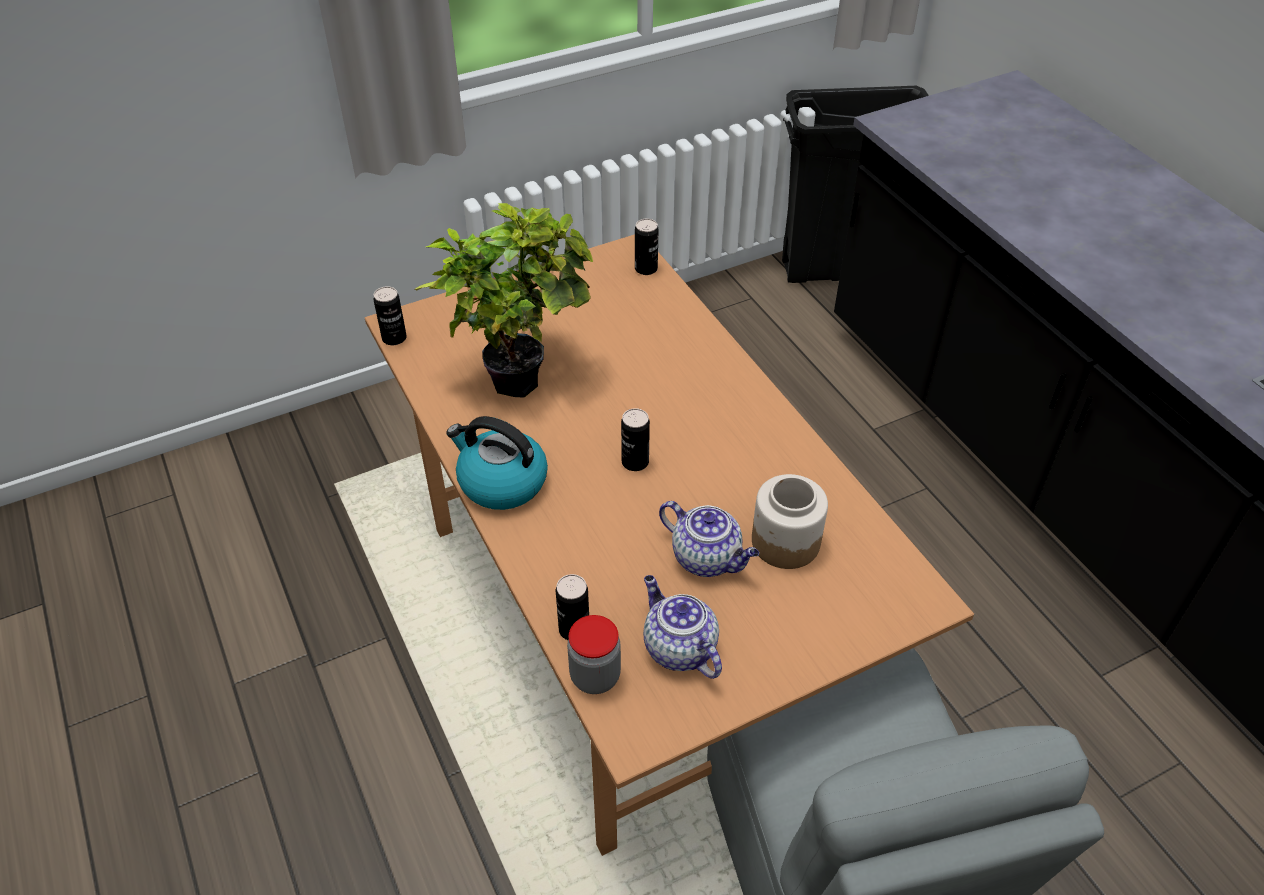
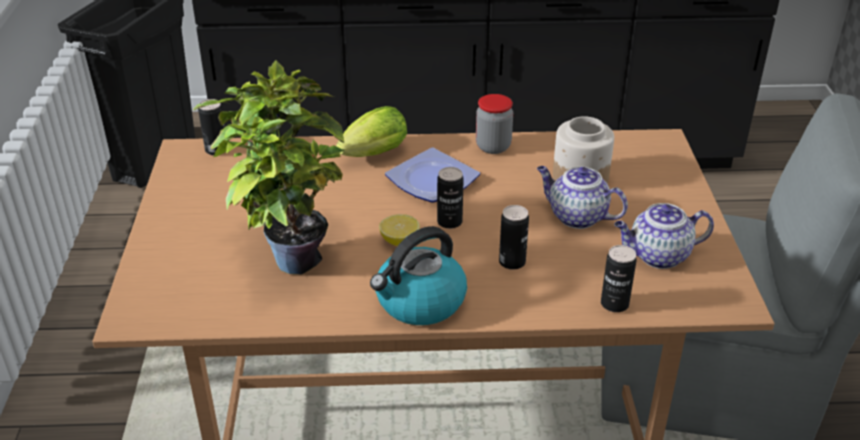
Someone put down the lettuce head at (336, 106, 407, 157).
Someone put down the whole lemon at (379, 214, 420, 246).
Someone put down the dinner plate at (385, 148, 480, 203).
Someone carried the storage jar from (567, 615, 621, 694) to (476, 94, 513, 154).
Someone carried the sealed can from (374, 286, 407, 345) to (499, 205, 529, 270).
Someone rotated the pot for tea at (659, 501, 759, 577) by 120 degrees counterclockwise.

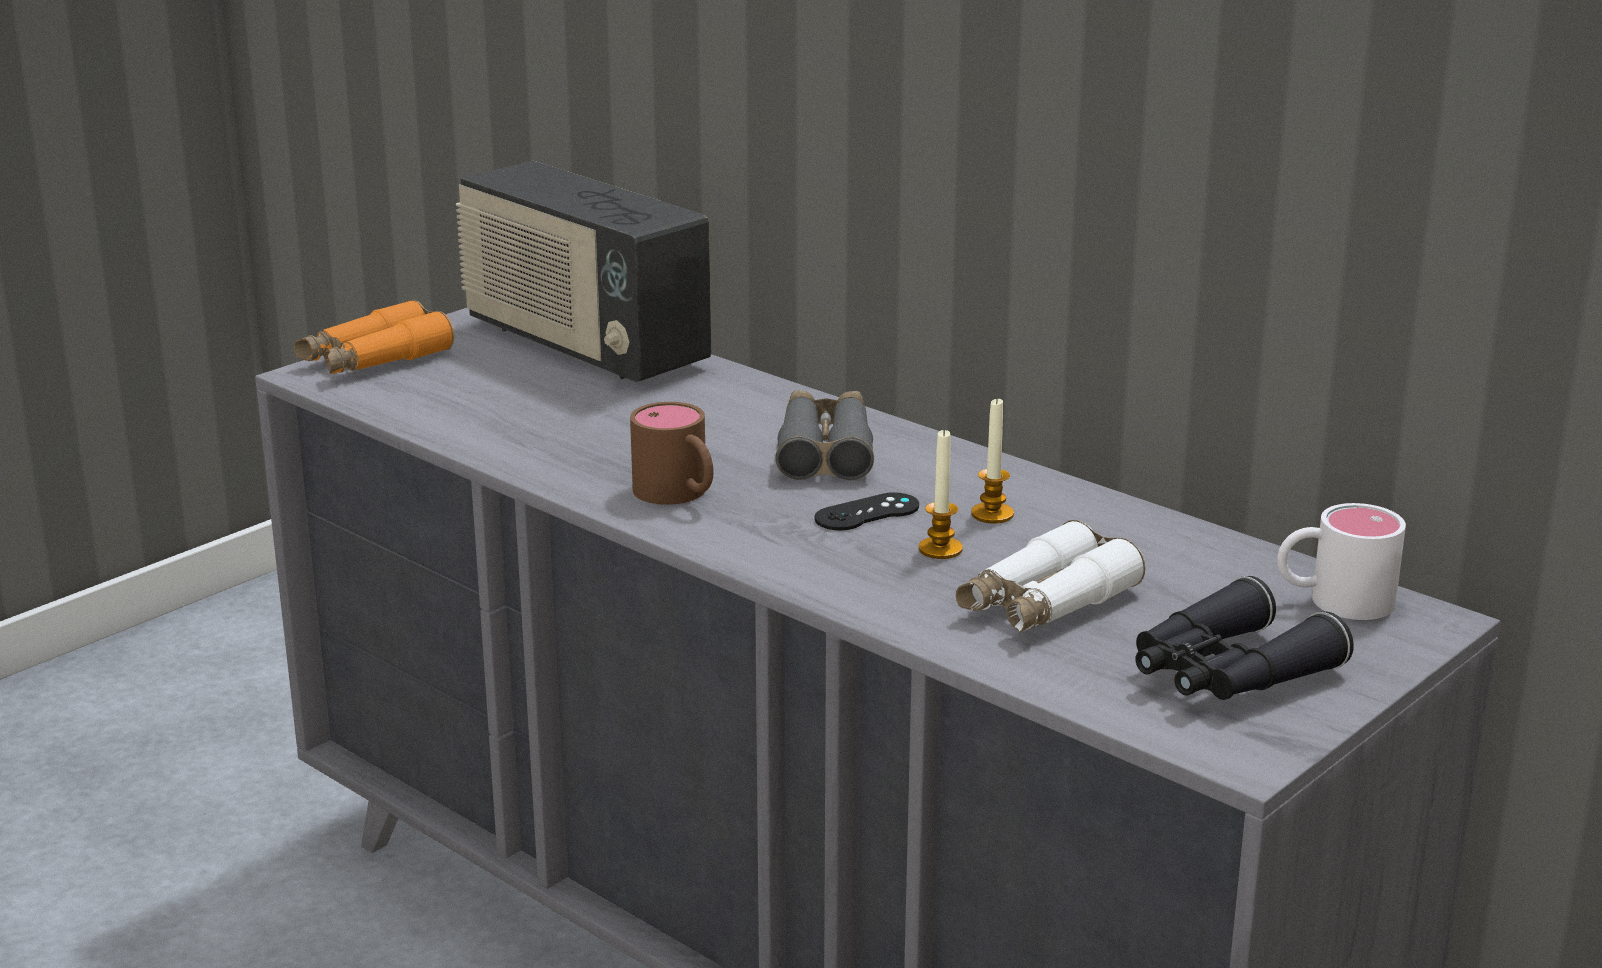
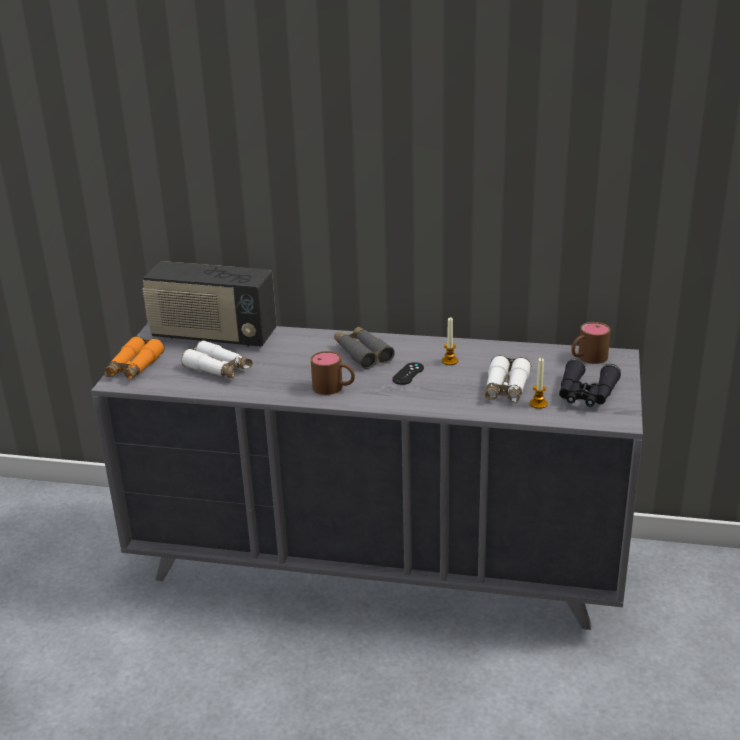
Someone put down the whitish binoculars at (181, 340, 252, 378).
Someone carried the wax candle from (919, 429, 963, 559) to (530, 358, 548, 409).
Someone repainted the whitish mug at (1277, 503, 1406, 620), which became the brown mug at (571, 322, 611, 364).

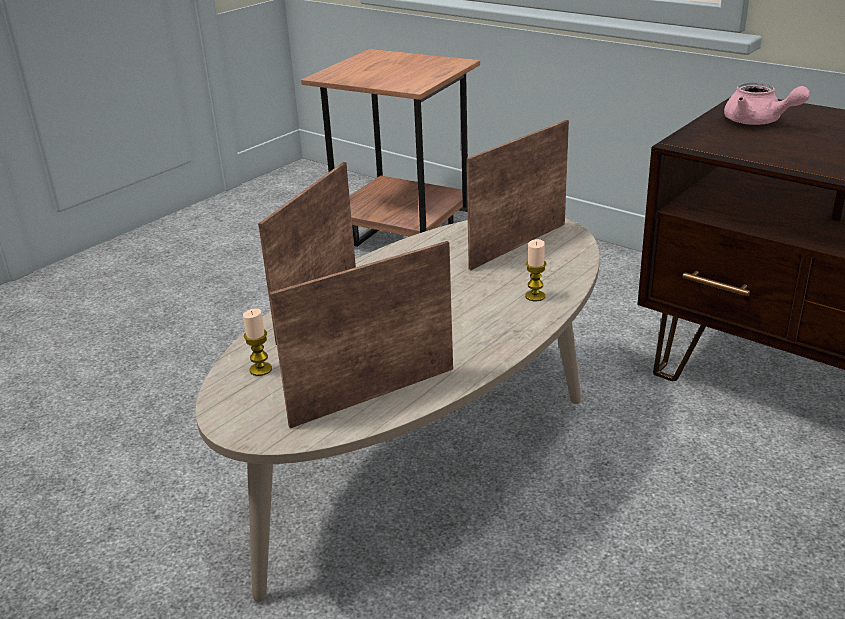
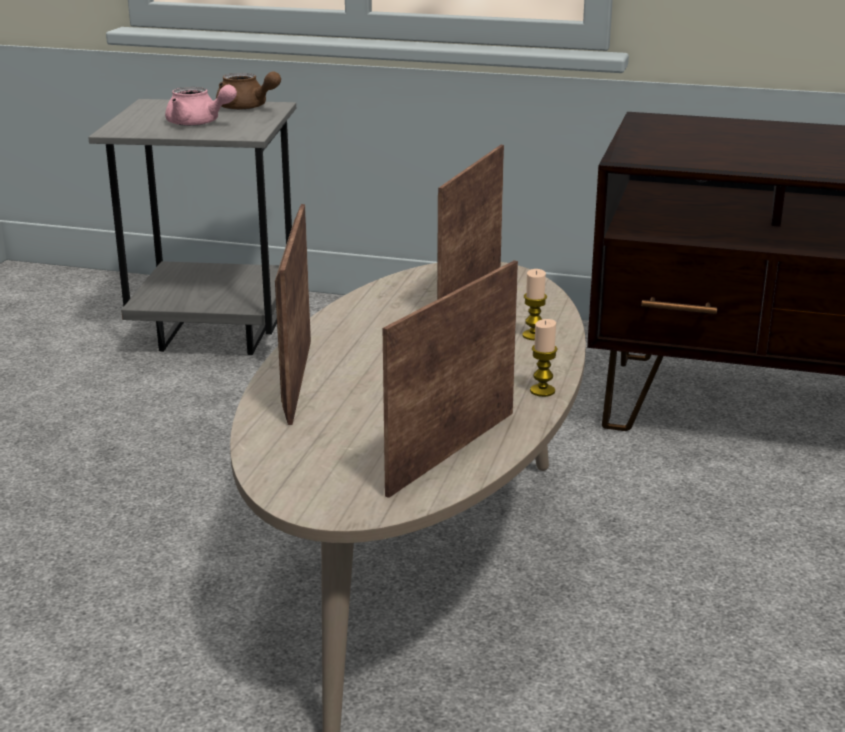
Someone repainted the brown end table at (301, 49, 480, 247), which became the greyish end table at (88, 99, 296, 355).
Someone carried the pink-coloured pot for tea from (724, 83, 810, 125) to (165, 85, 237, 126).
Someone put down the brown pot for tea at (216, 71, 281, 110).
Someone carried the wax candle from (243, 308, 272, 376) to (530, 319, 558, 397).

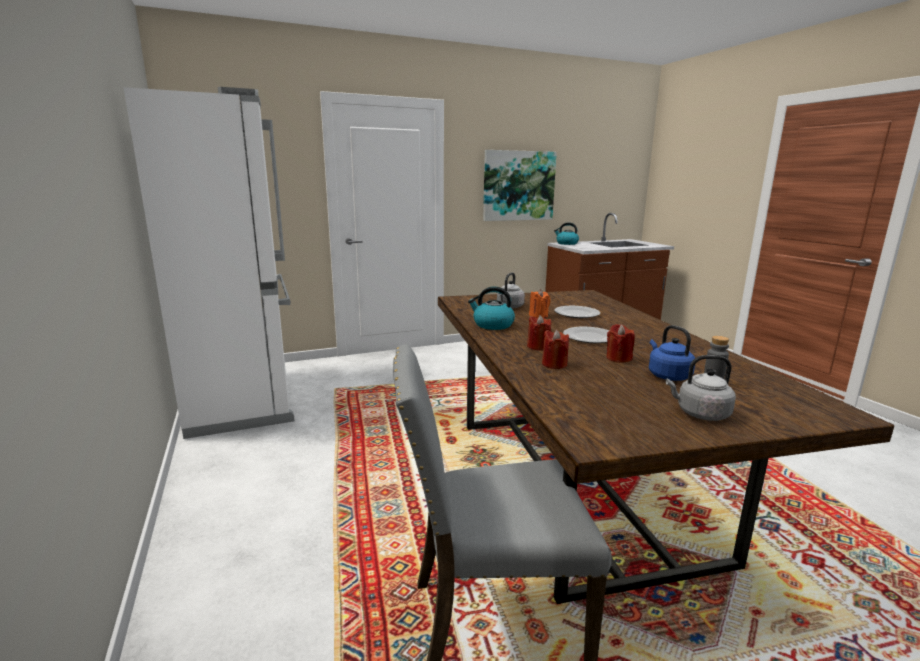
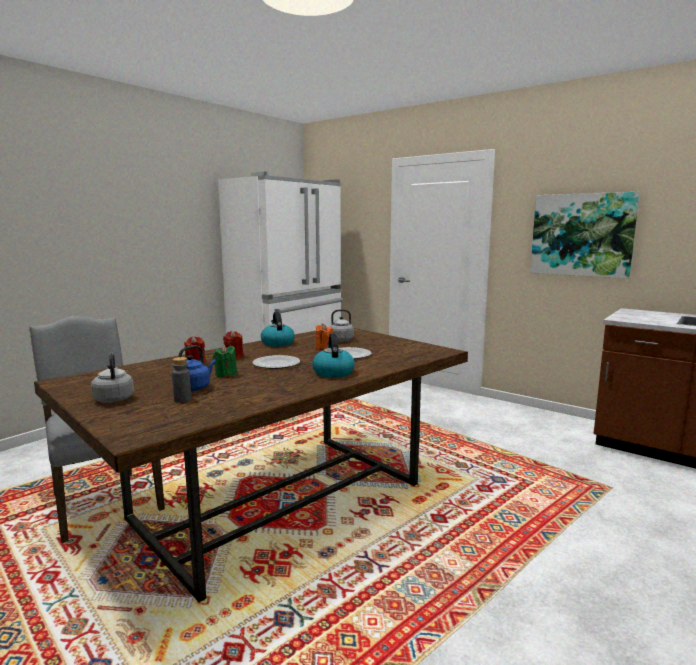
Someone repainted the red-coloured wax candle at (607, 324, 635, 363), which became the green wax candle at (213, 345, 237, 378).
Someone carried the kettle from (554, 222, 579, 245) to (312, 333, 355, 378).

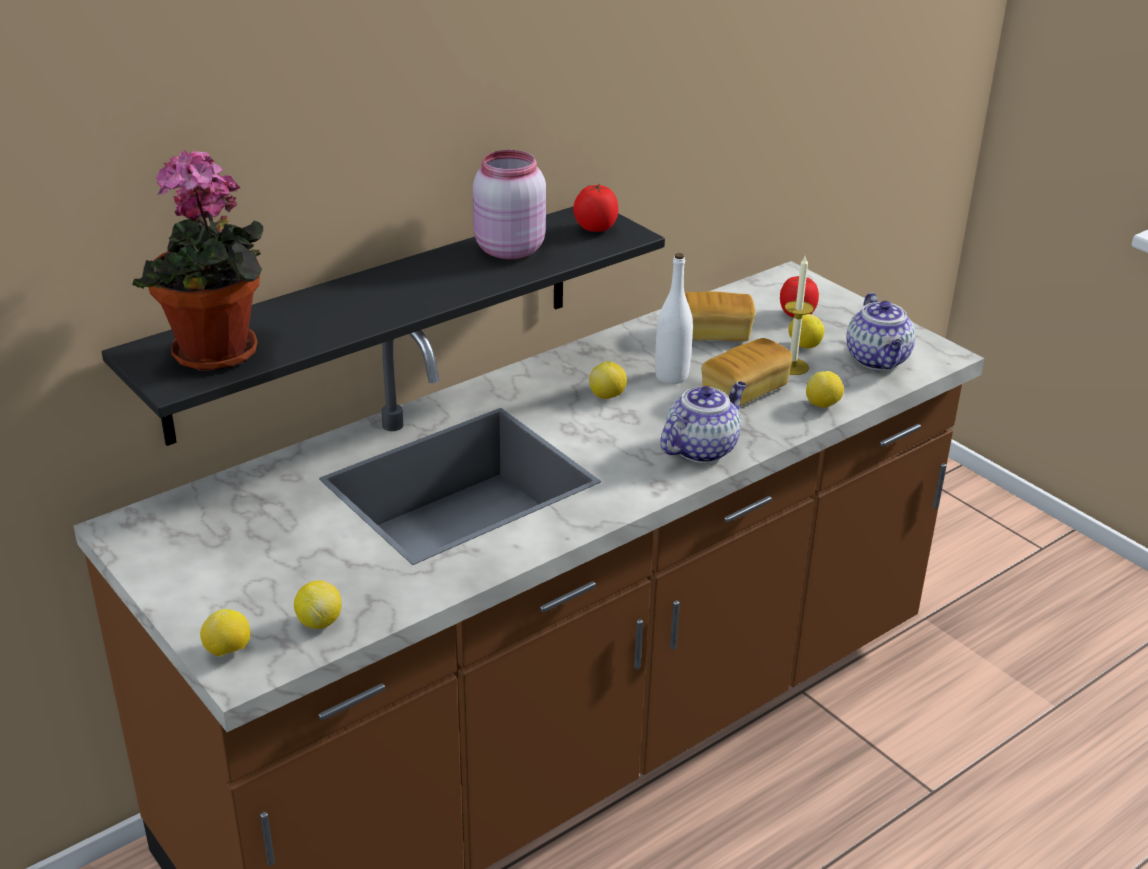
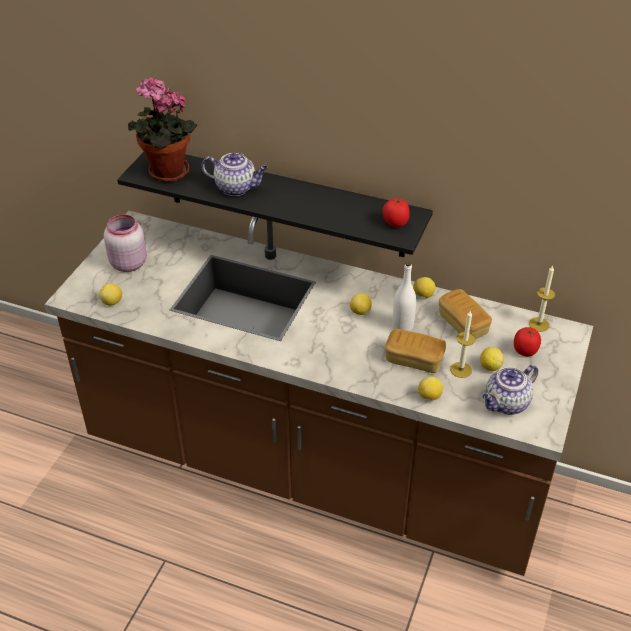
Someone carried the pink-coloured storage jar from (473, 150, 546, 259) to (104, 215, 147, 272).
Someone carried the pot for tea from (660, 381, 747, 463) to (201, 153, 268, 196).
Someone carried the whole lemon from (200, 609, 250, 657) to (413, 277, 435, 298).
Someone put down the wax candle at (529, 266, 555, 332).

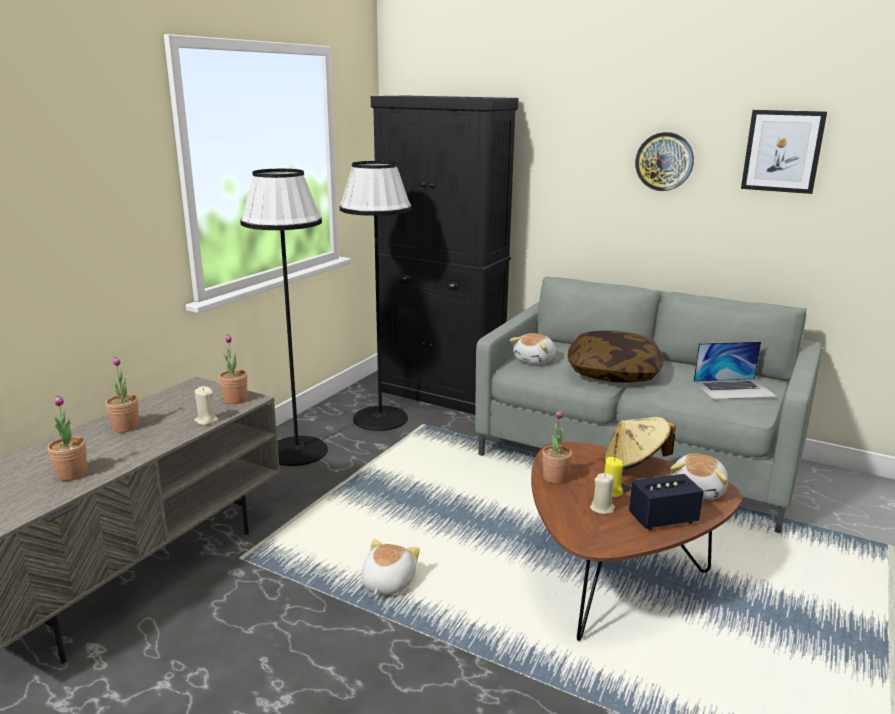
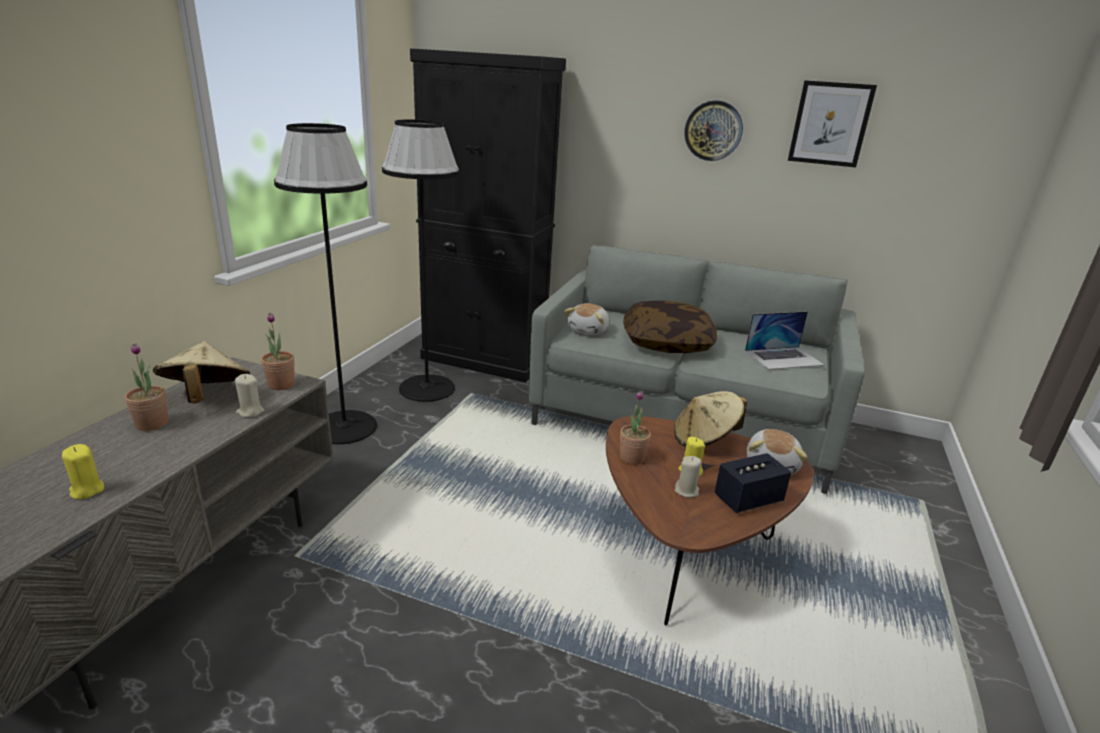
Someone swapped the potted plant at (47, 396, 87, 481) for the yellow-coloured wax candle at (62, 444, 104, 499).
Someone put down the beige wearable hat at (153, 341, 250, 403).
Someone took away the cuddly toy at (362, 539, 420, 595).

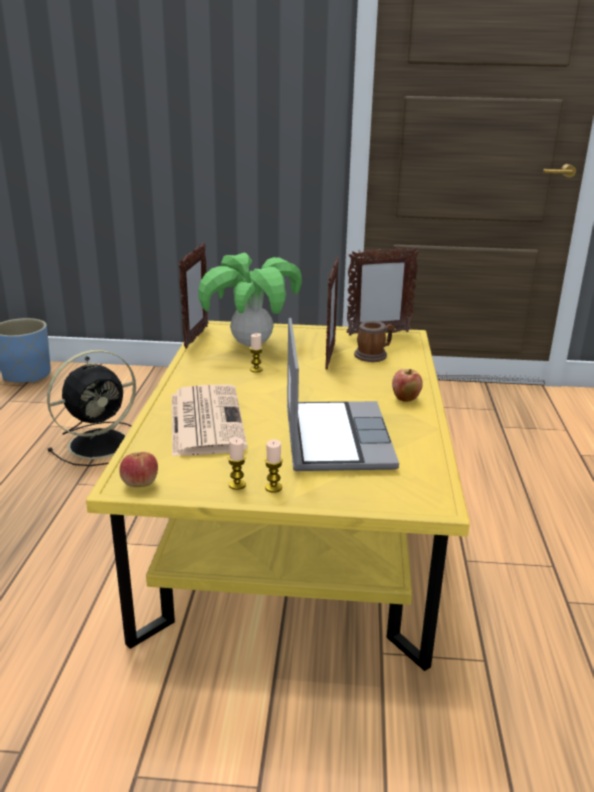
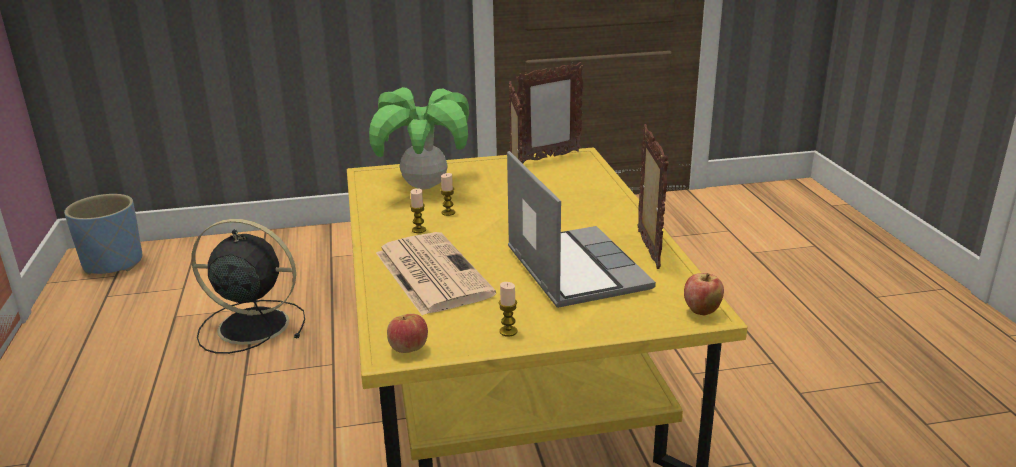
Someone rotated the blackish electric fan at (47, 350, 136, 466) by 120 degrees counterclockwise.
Someone carried the wax candle from (265, 439, 283, 493) to (410, 188, 426, 233).
Someone carried the picture frame from (179, 242, 208, 348) to (638, 124, 669, 269).
Someone carried the apple fruit from (392, 369, 423, 402) to (684, 273, 724, 315).
Someone took away the mug at (354, 320, 394, 362).

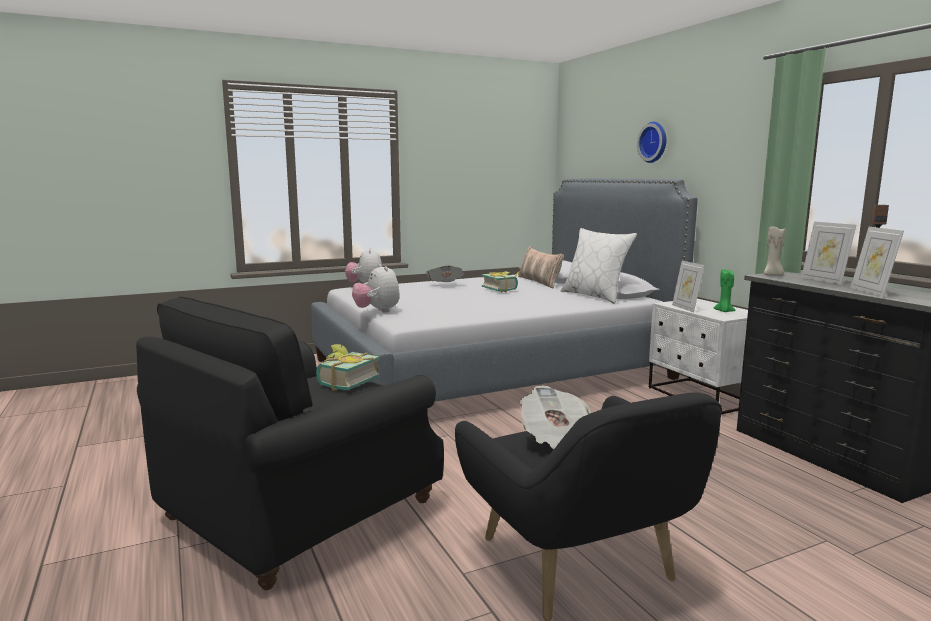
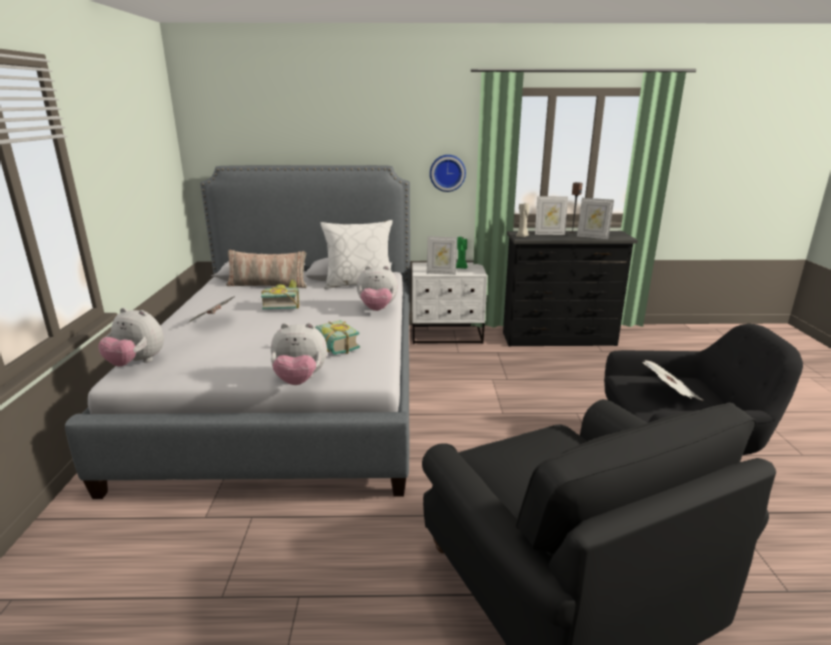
Someone carried the book from (316, 344, 380, 391) to (314, 320, 360, 355).
Someone put down the cuddly toy at (357, 266, 398, 311).
Someone carried the clock on the wall from (637, 122, 666, 163) to (430, 155, 466, 192).

